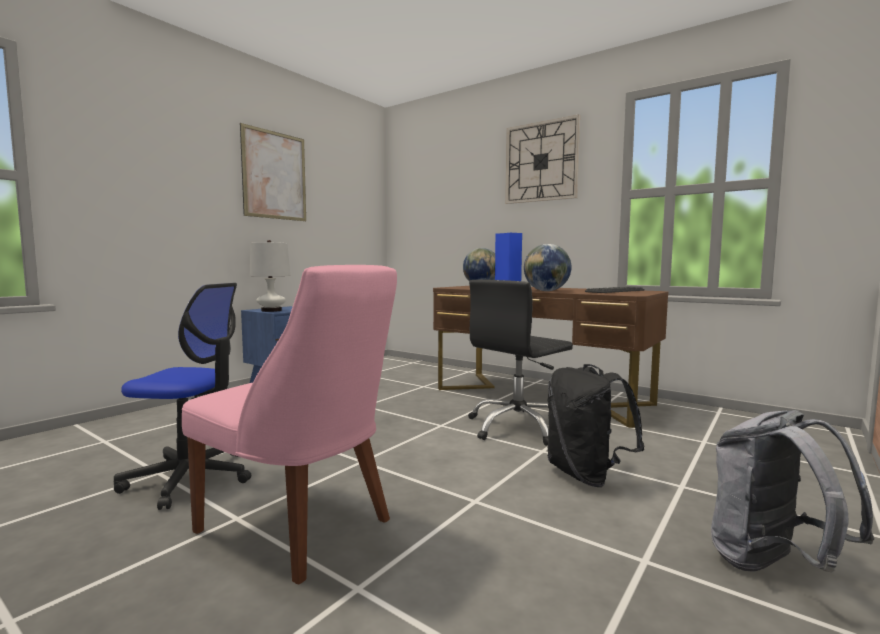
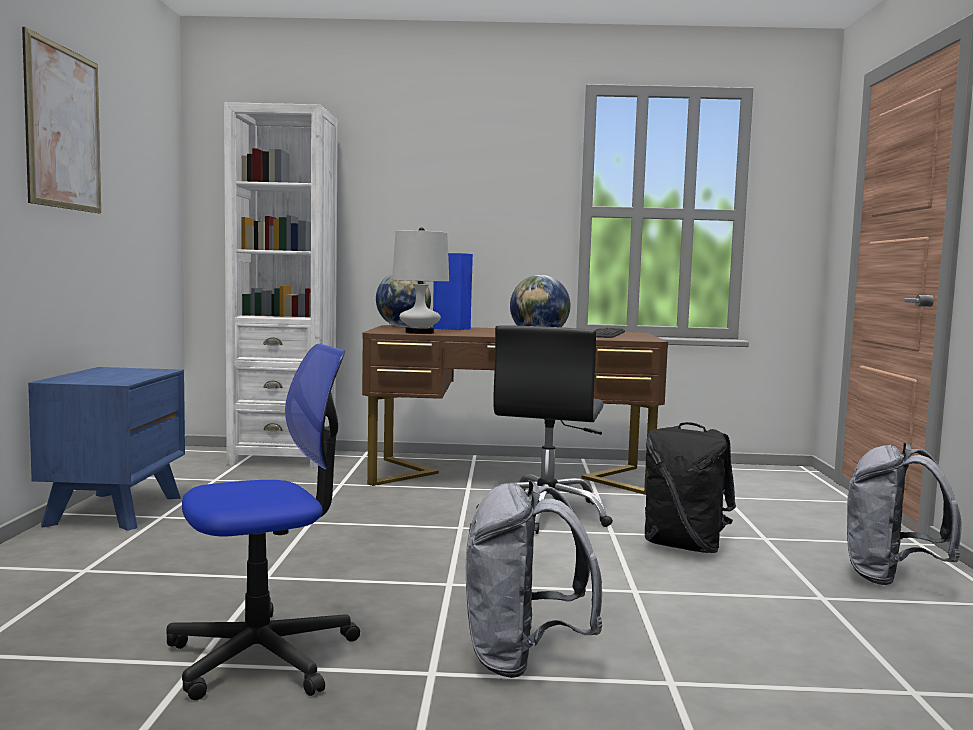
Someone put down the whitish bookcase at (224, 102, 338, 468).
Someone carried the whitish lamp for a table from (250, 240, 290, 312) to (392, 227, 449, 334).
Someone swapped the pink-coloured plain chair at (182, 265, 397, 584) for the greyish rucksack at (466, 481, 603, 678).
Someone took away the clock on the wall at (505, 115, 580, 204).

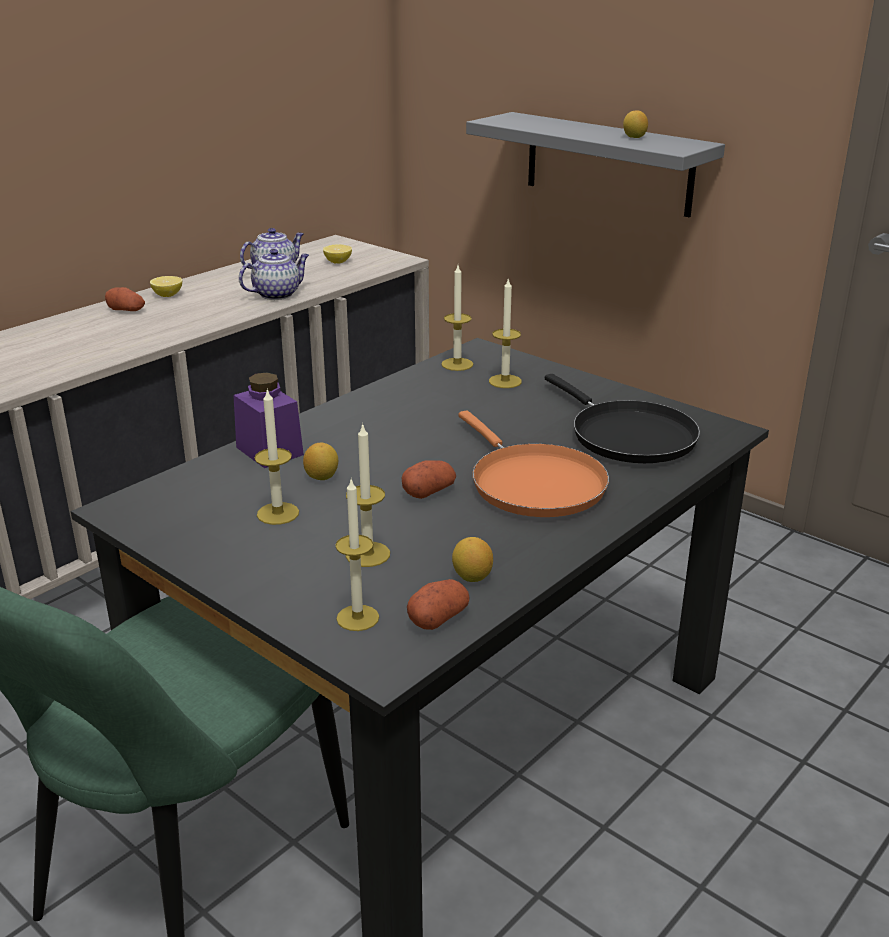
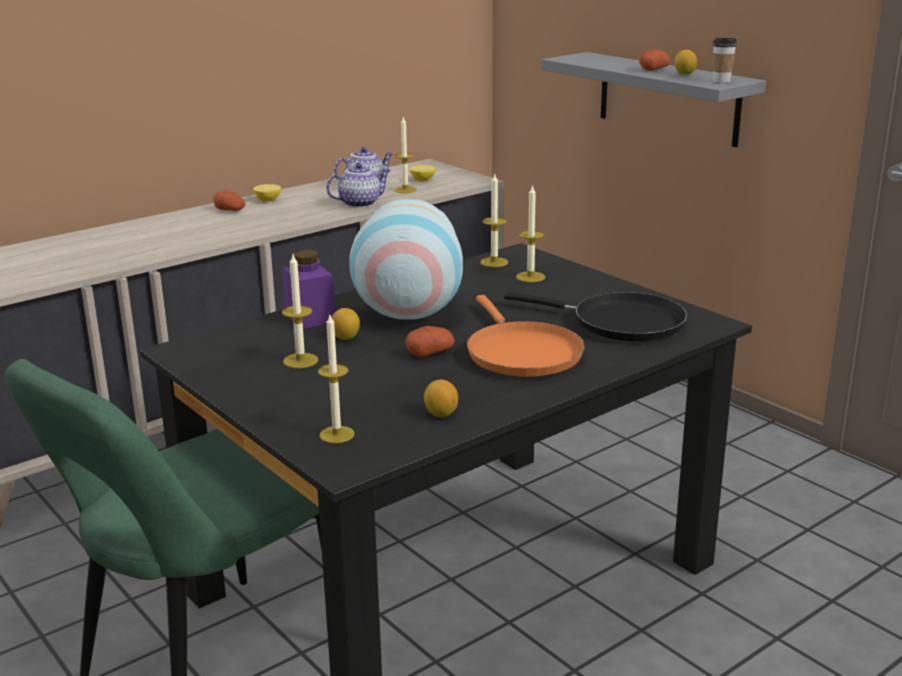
Someone put down the vase at (349, 199, 463, 320).
Someone carried the wax candle from (346, 423, 390, 567) to (394, 117, 417, 193).
Someone rotated the blackish pan at (545, 374, 700, 463) by 45 degrees counterclockwise.
Someone carried the whole potato from (407, 579, 469, 630) to (639, 49, 670, 71).
Someone put down the drinking cup at (712, 38, 737, 83).

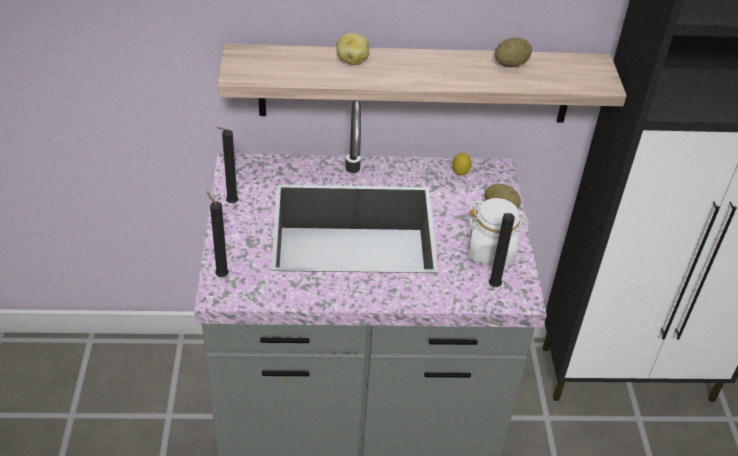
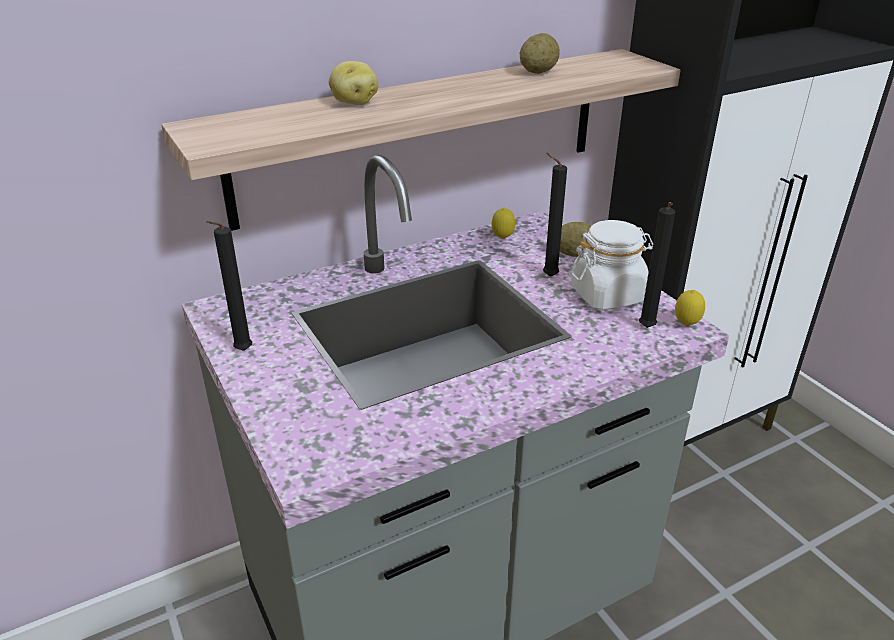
Someone carried the blackish wax candle from (206, 191, 229, 277) to (543, 153, 567, 277).
Someone put down the whole lemon at (675, 290, 705, 326).

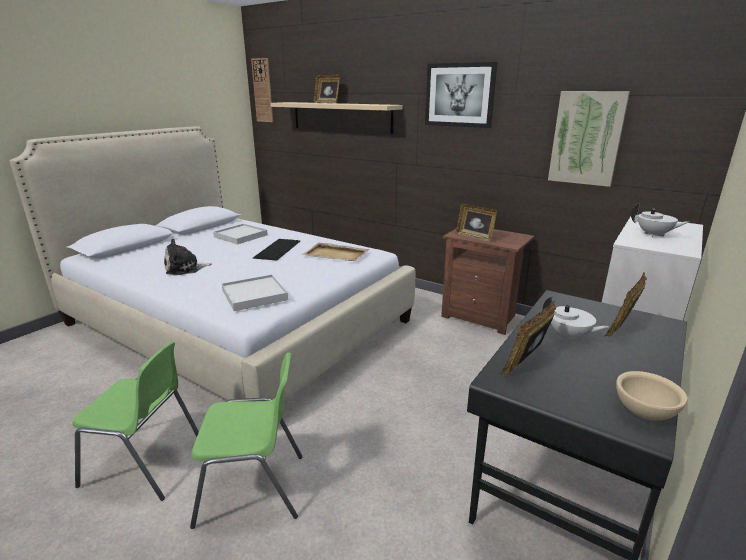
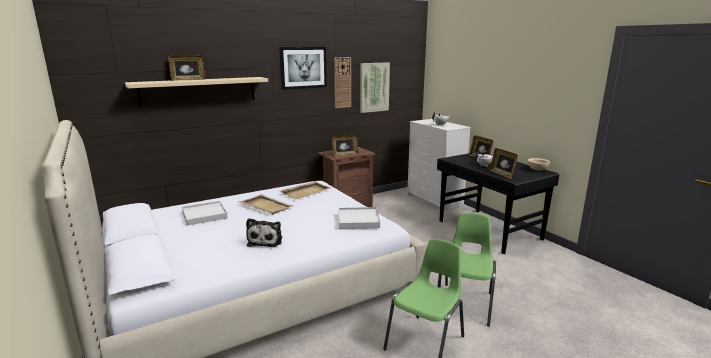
Someone swapped the computer keyboard at (253, 239, 300, 261) for the beige tray at (239, 194, 295, 214).
Someone carried the clock on the wall from (251, 58, 273, 122) to (334, 57, 351, 108).

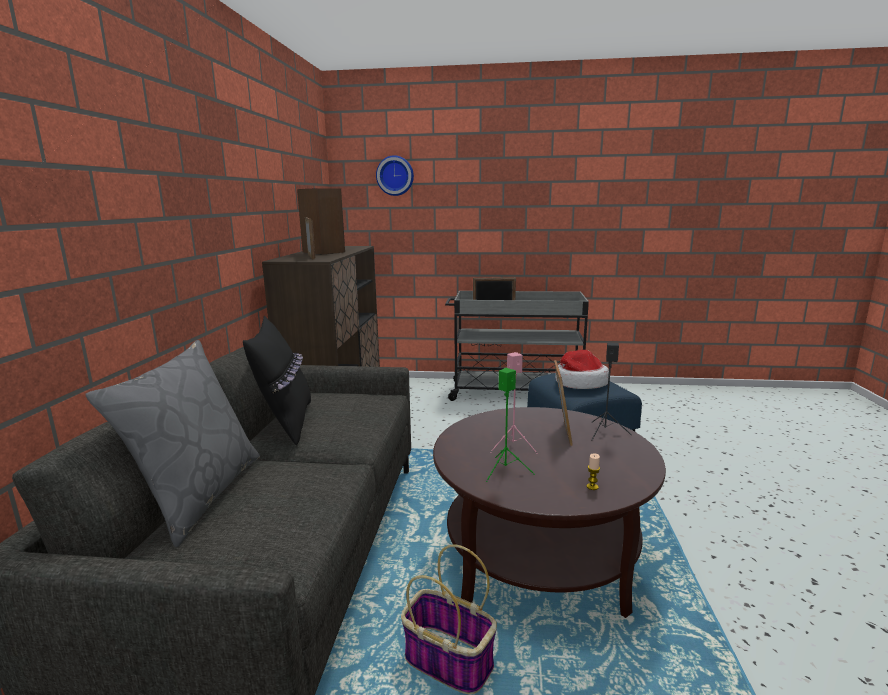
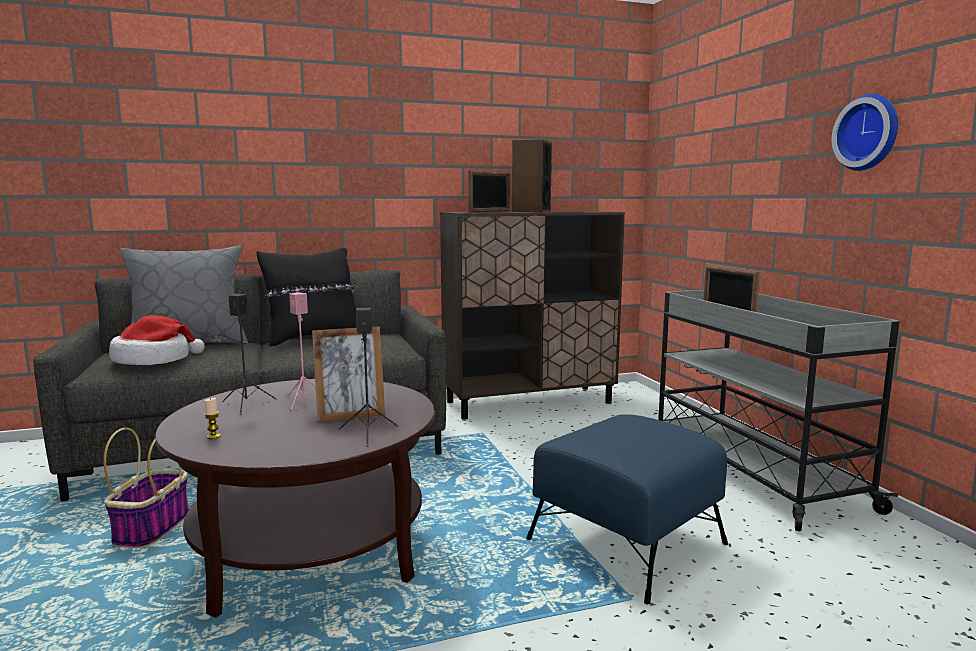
Someone carried the wearable hat from (555, 350, 609, 389) to (109, 315, 205, 365).
Someone repainted the green loudspeaker at (486, 368, 535, 482), which became the blackish loudspeaker at (222, 294, 277, 415).
Someone carried the clock on the wall from (376, 155, 414, 196) to (832, 94, 898, 171).

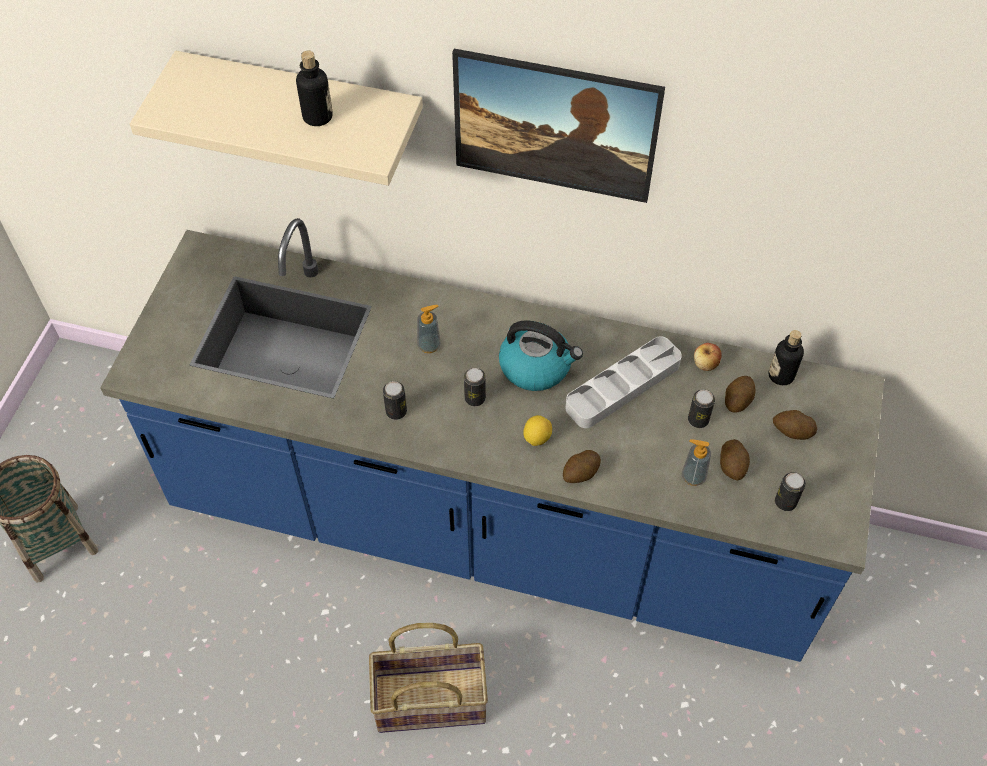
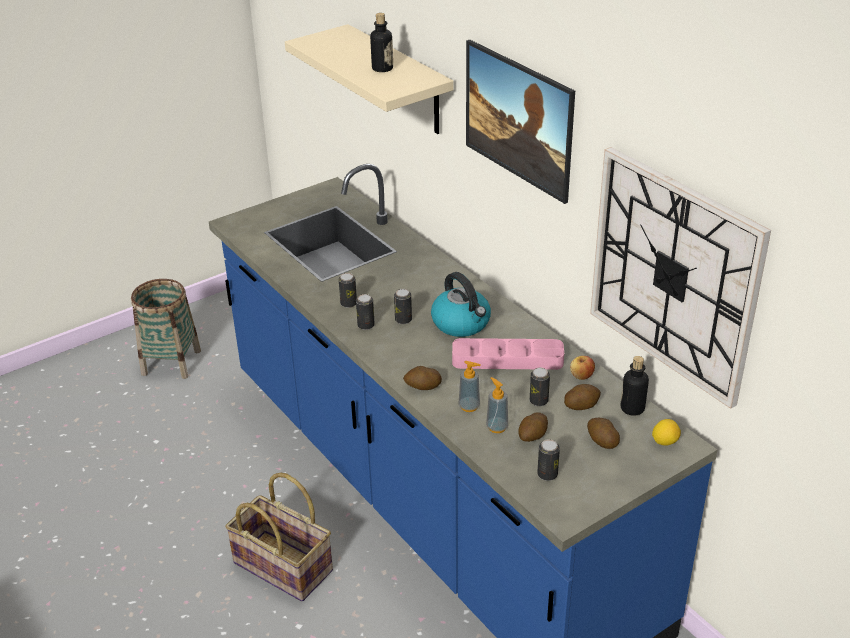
Someone put down the sealed can at (356, 294, 375, 330).
Someone repainted the greyish tray at (565, 336, 682, 428), which became the pink-coloured tray at (452, 338, 564, 370).
Someone carried the liquid soap bottle from (417, 305, 441, 353) to (459, 361, 480, 412).
Someone put up the clock on the wall at (590, 147, 771, 409).
Someone carried the whole lemon from (523, 415, 552, 446) to (652, 419, 681, 446).

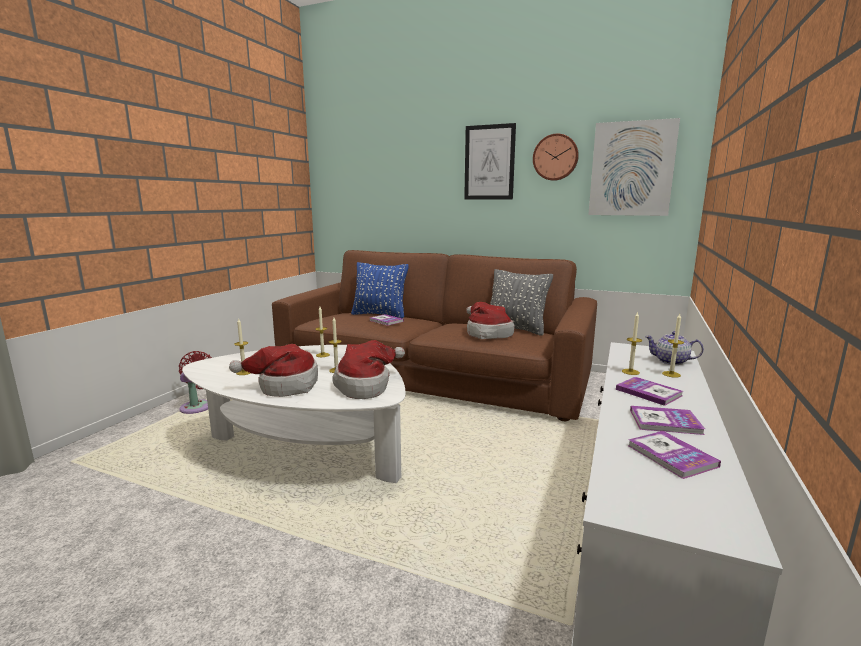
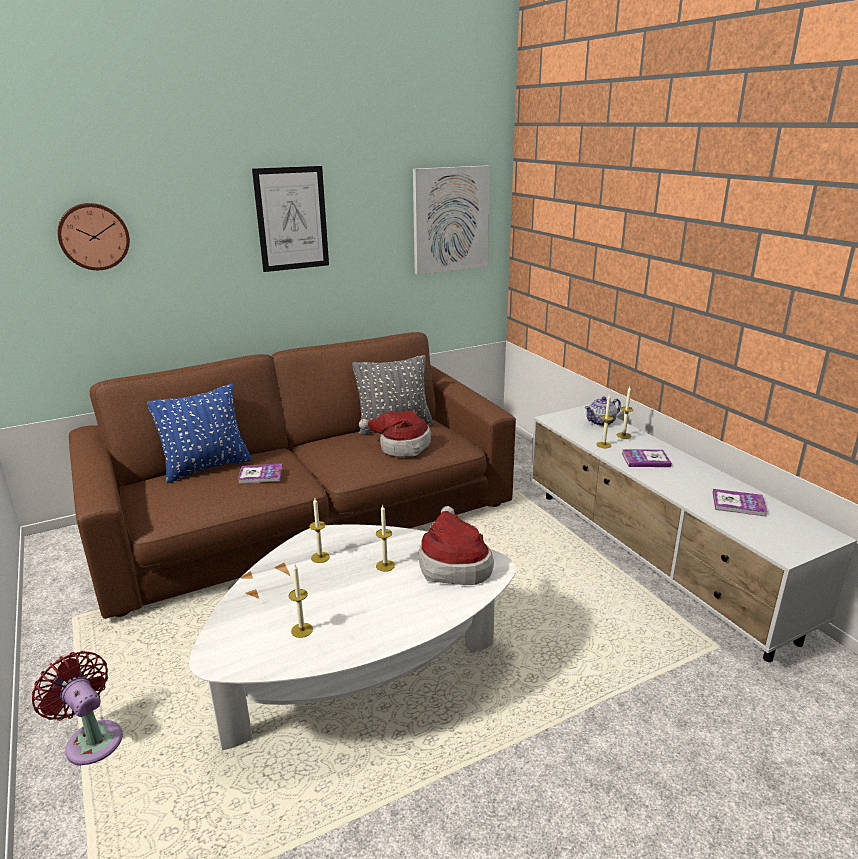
Someone carried the clock on the wall from (533, 134, 579, 181) to (57, 203, 130, 270).
Someone took away the wearable hat at (229, 344, 318, 397).
Someone took away the book at (630, 406, 705, 435).

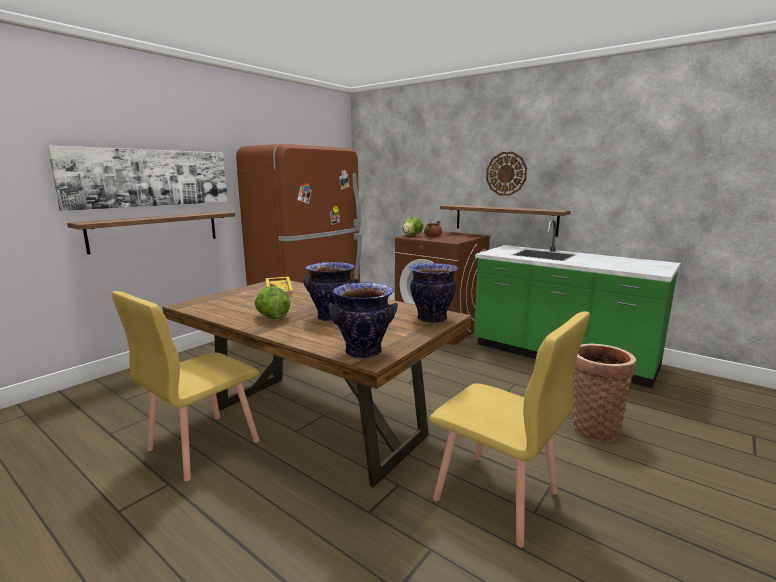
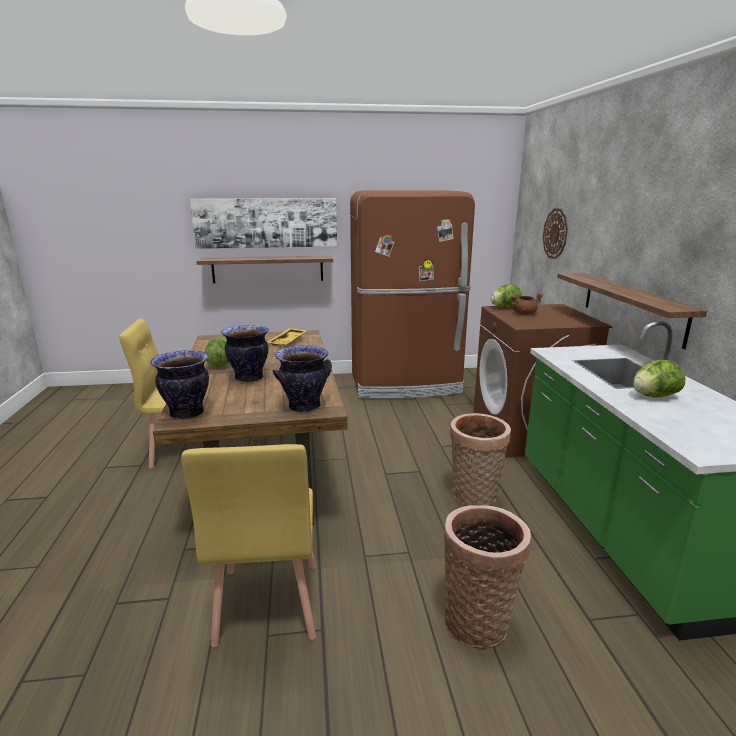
Someone put down the storage basket at (450, 413, 511, 506).
Someone carried the clock on the wall from (486, 152, 527, 196) to (543, 208, 568, 259).
Someone put down the lettuce head at (633, 360, 685, 397).

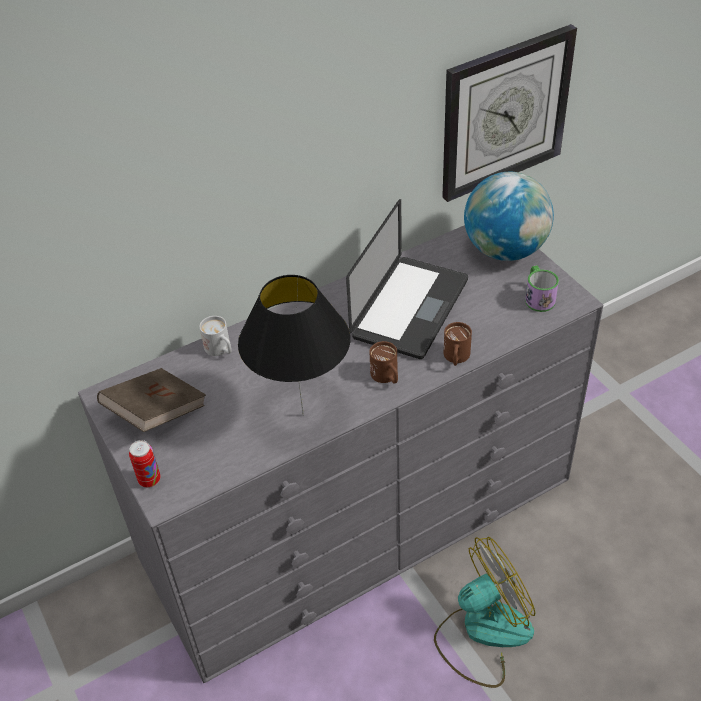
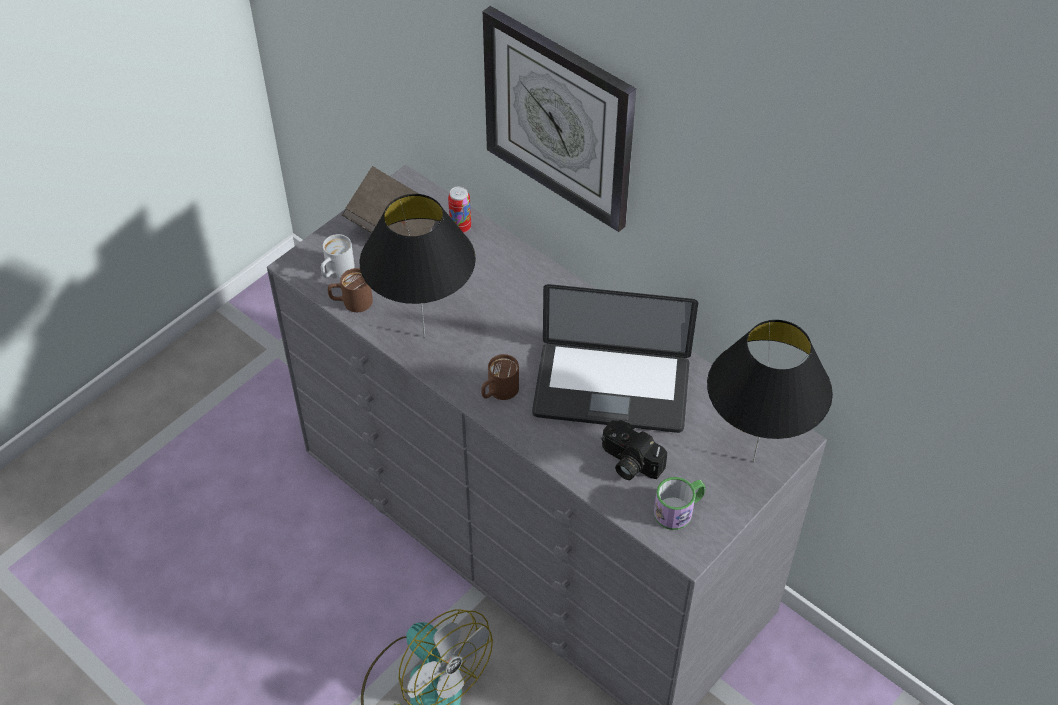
Someone carried the whitish mug from (199, 316, 232, 356) to (321, 234, 355, 278).
Someone carried the brown mug from (444, 322, 472, 366) to (328, 268, 373, 312).
Someone carried the sealed can from (129, 440, 160, 488) to (448, 186, 471, 233).
Someone carried the clock on the wall from (442, 24, 577, 202) to (483, 6, 636, 232).
Someone put down the photo camera at (601, 420, 667, 480).
Someone swapped the desk globe at (464, 172, 554, 261) for the blackish lamp for a table at (707, 320, 833, 462).

